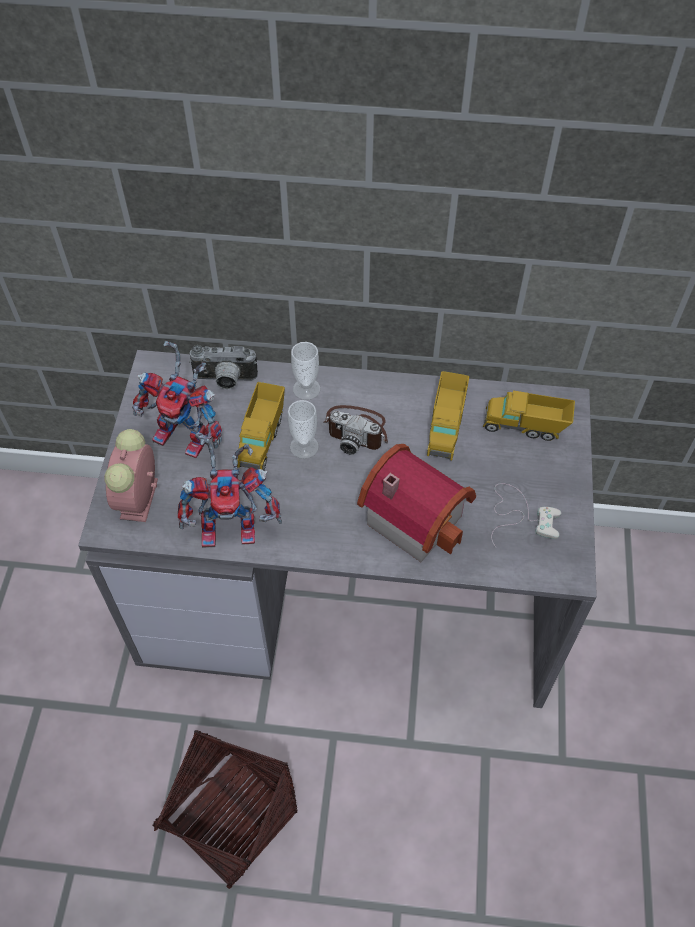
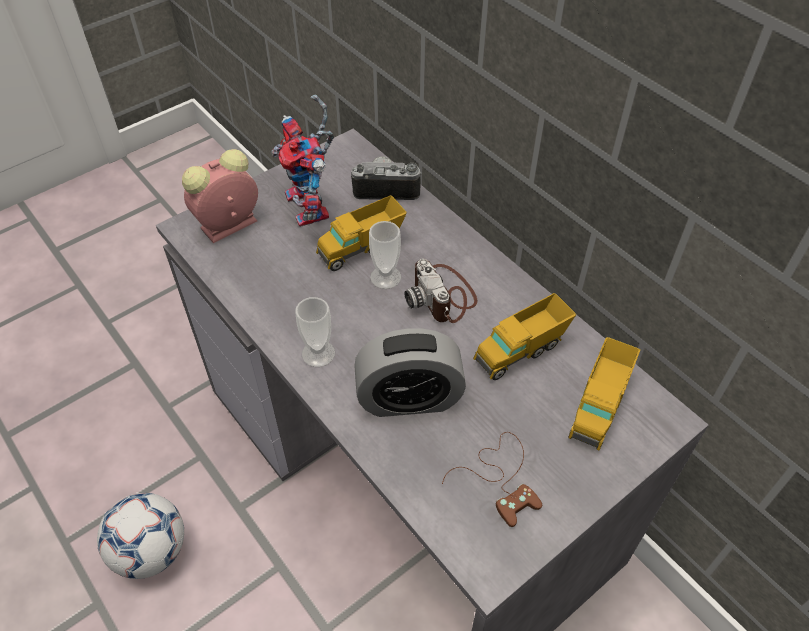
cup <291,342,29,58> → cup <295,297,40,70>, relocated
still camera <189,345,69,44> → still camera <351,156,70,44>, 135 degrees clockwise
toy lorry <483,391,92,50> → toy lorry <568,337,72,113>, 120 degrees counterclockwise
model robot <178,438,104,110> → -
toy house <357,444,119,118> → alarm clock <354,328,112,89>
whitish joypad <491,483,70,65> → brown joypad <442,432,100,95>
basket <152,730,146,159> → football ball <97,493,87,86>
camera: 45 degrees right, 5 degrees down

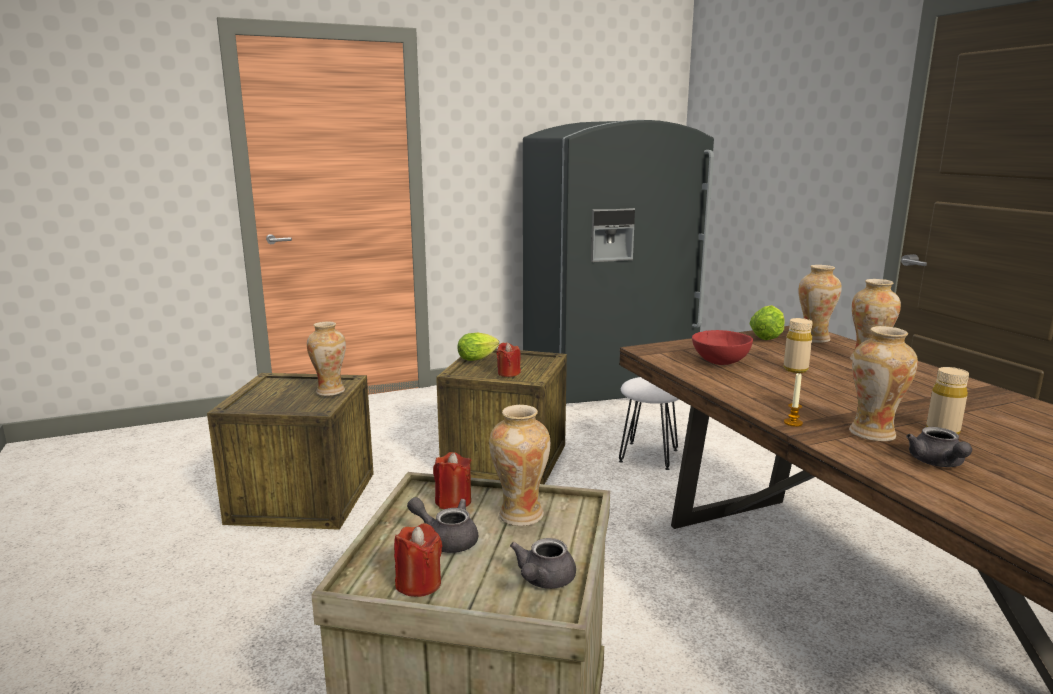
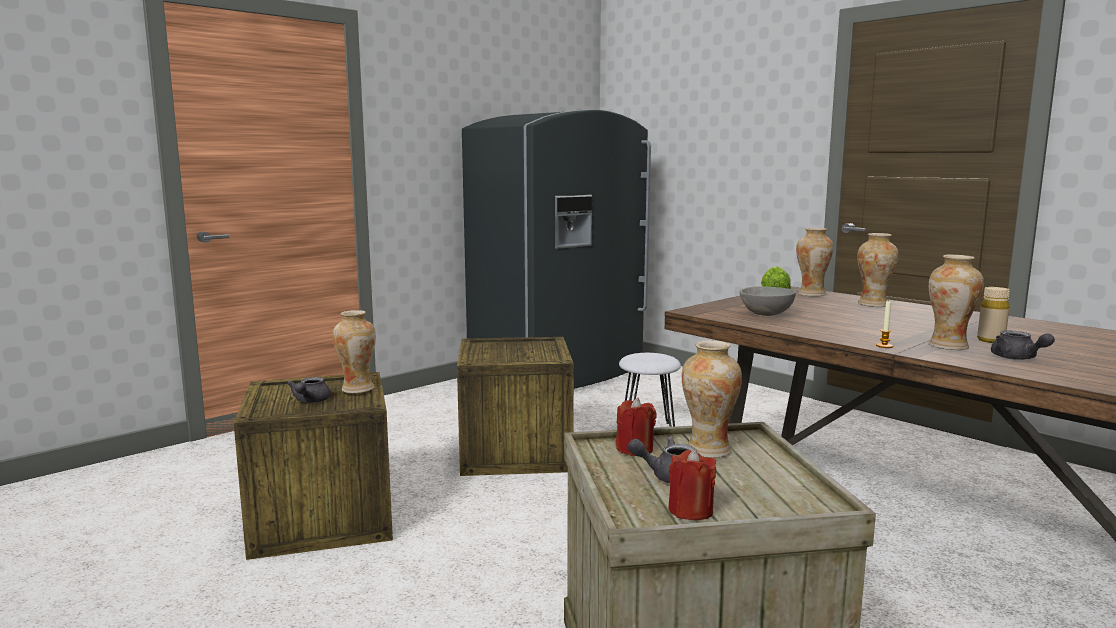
beige-coloured drink bottle <784,318,29,55> → -
red-coloured bowl <692,330,61,35> → greyish bowl <740,286,56,30>
lettuce <457,333,42,28> → -
red-coloured wax light <497,342,24,35> → -
greyish tea pot <510,538,66,51> → greyish tea pot <287,377,44,26>, relocated
camera: 20 degrees left, 5 degrees down

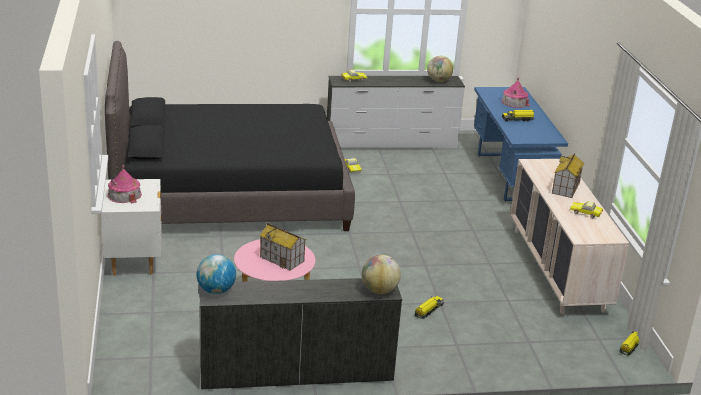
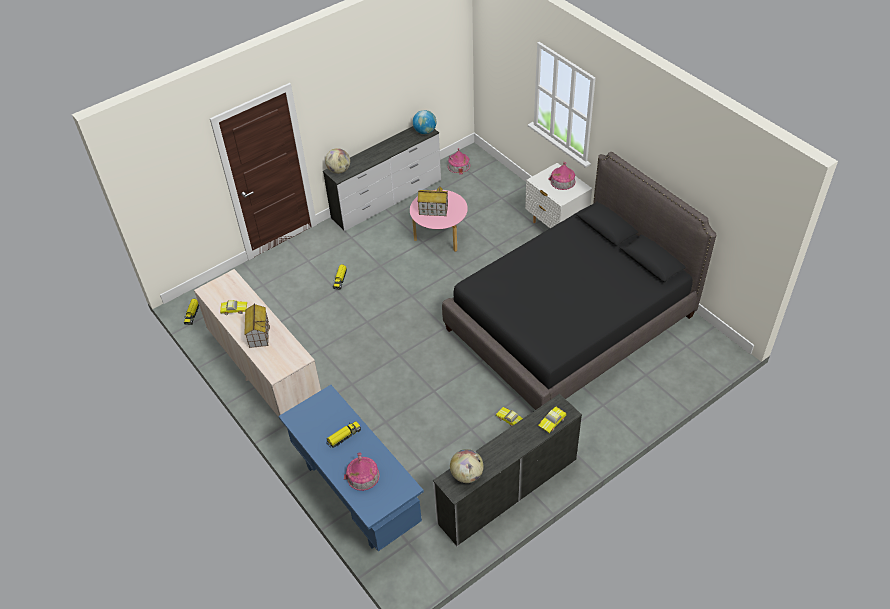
- → toy house <448,148,22,27>
camera: 155 degrees right, 20 degrees up

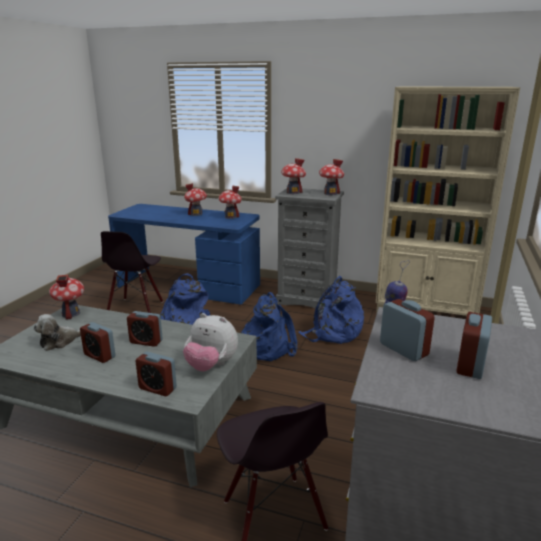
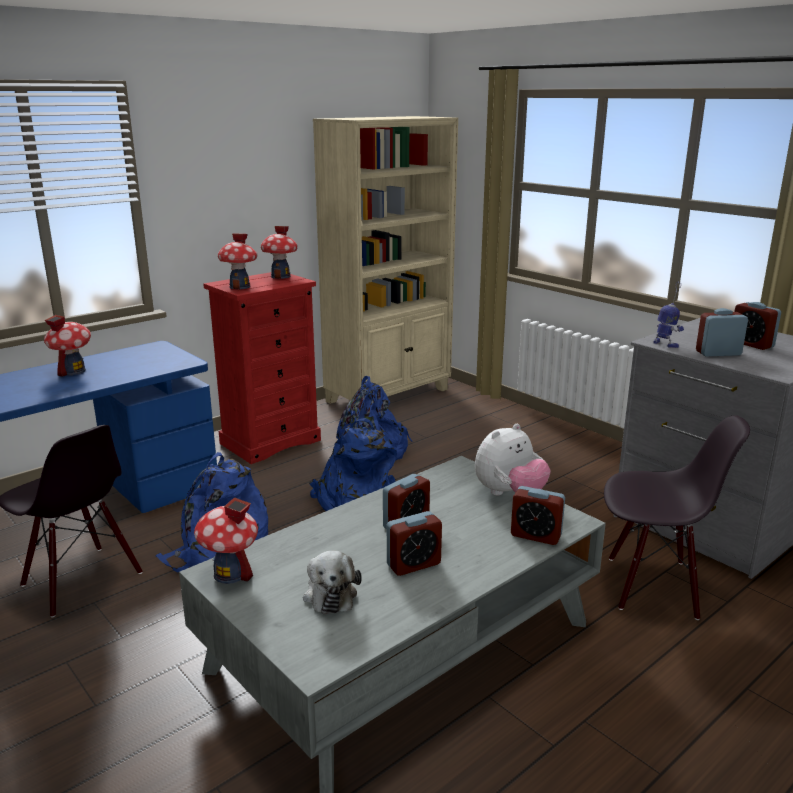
toy house <219,185,23,34> → -
greyish drawer chest <275,188,69,121> → red-coloured drawer chest <203,272,118,192>
alarm clock <136,352,41,44> → alarm clock <511,486,54,59>, 60 degrees clockwise
camera: 60 degrees left, 0 degrees up

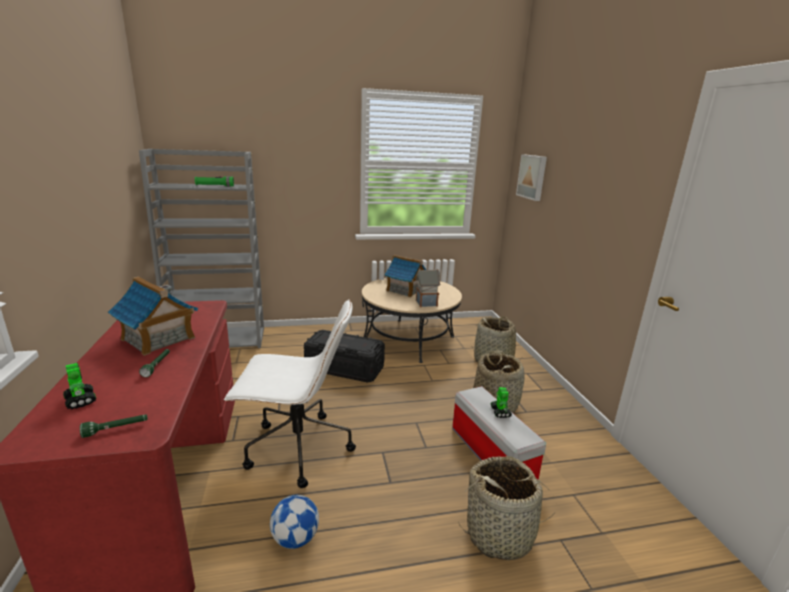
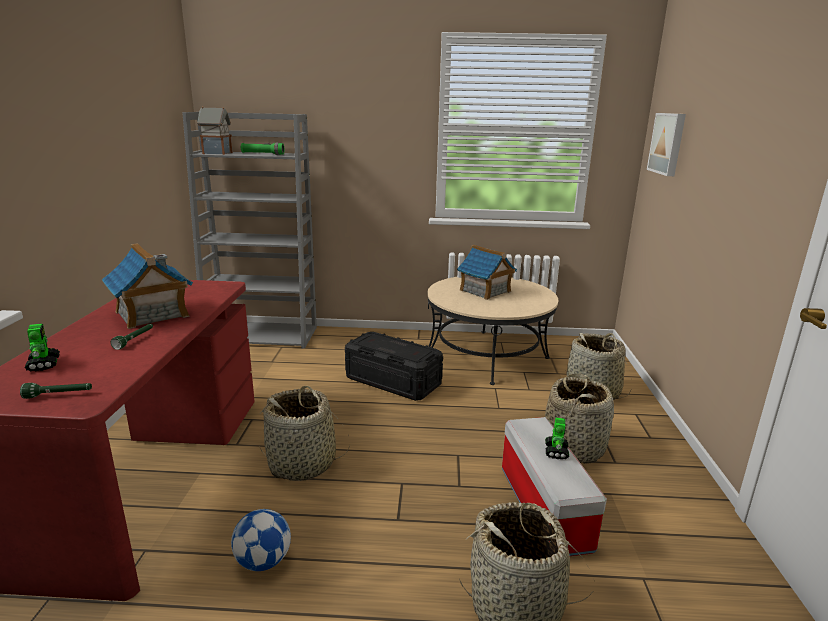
toy house <415,269,26,38> → toy house <197,106,36,49>, relocated
whitish office chair <224,300,132,188> → basket <259,386,91,95>
camera: 15 degrees right, 0 degrees up

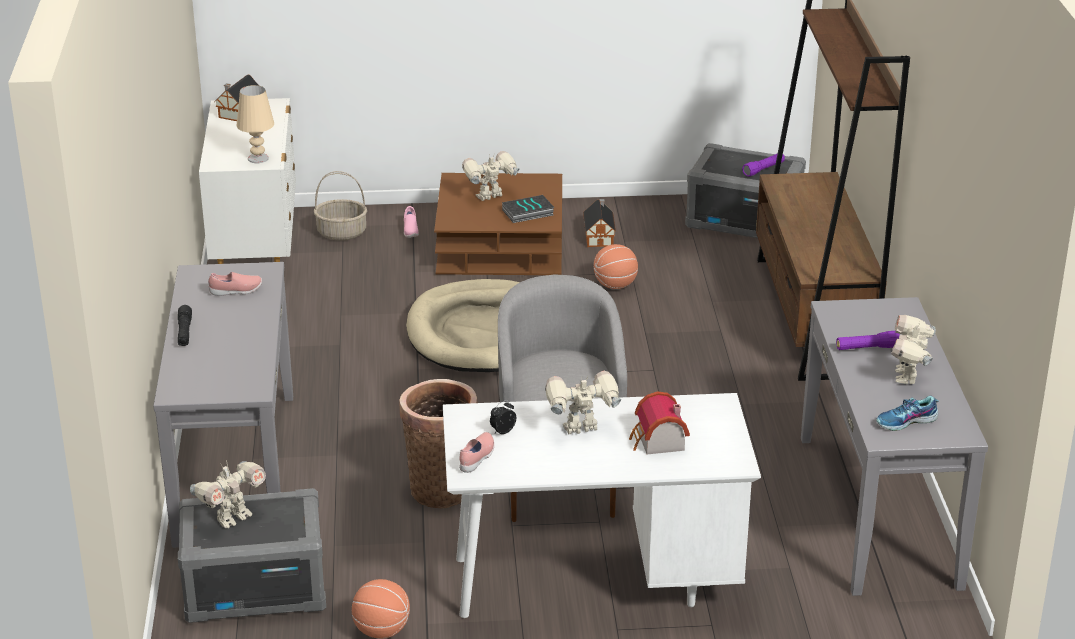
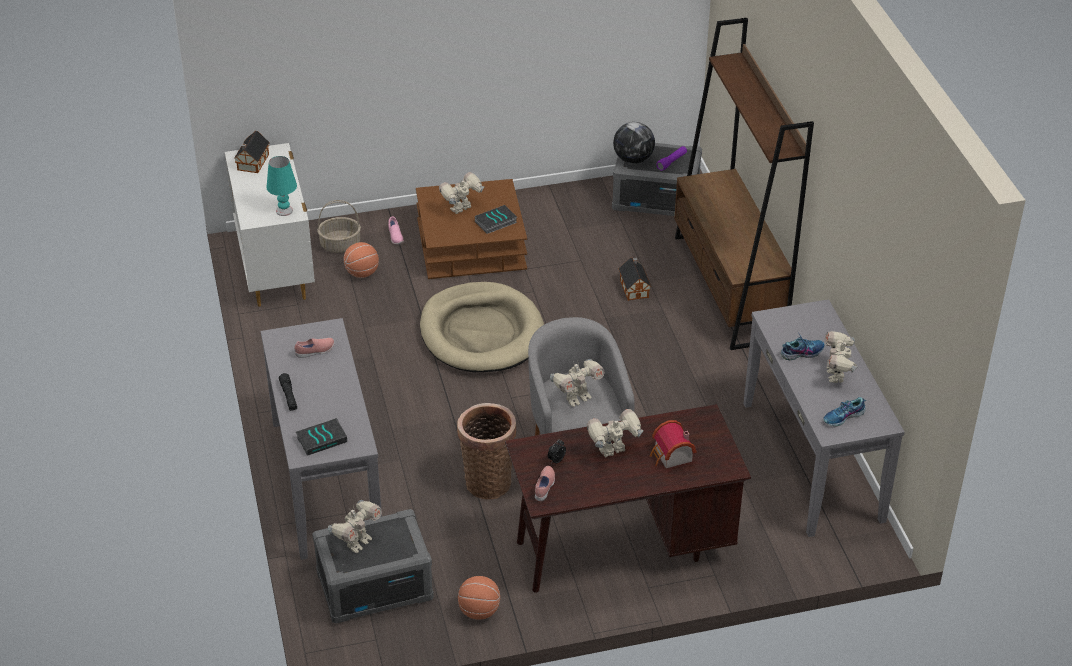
beige-coloured tabletop lamp <237,85,37,78> → blue-green tabletop lamp <266,156,31,60>
toy house <583,199,33,48> → toy house <618,257,33,44>, relocated
basketball <594,244,44,45> → basketball <344,242,35,36>, relocated
purple-coloured hand torch <836,331,64,19> → item of footwear <781,332,44,28>
whitish desk table <443,393,318,225> → brown desk table <505,404,246,189>
- → world globe <613,122,42,42>
- → model robot <550,359,55,48>
- → volume <296,418,51,38>
camera: 10 degrees left, 10 degrees up

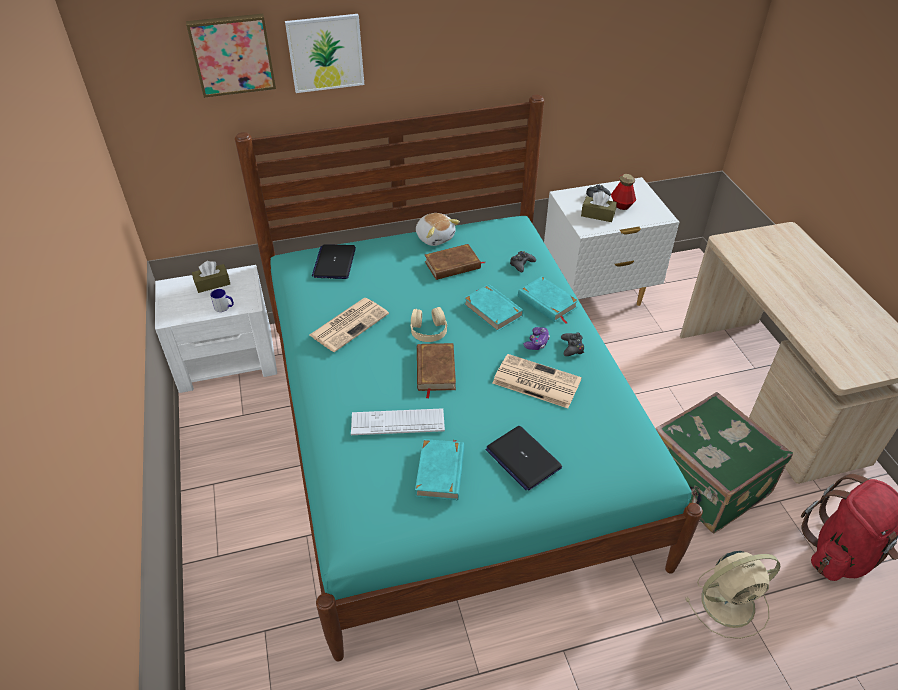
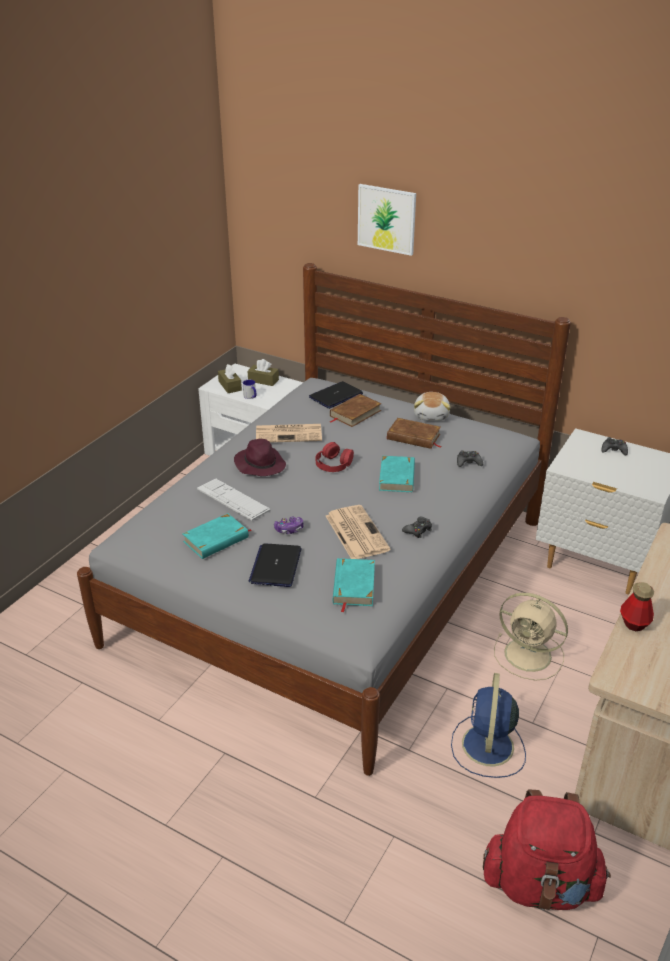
wall picture <186,14,90,84> → -
blue-green bed <235,94,468,568> → greyish bed <77,263,494,513>
drink bottle <611,174,25,36> → drink bottle <620,582,34,49>, relocated
brown tissue box <581,191,36,31> → brown tissue box <218,364,24,29>, relocated
blue-green volume <518,276,61,48> → blue-green volume <333,558,42,55>, relocated
beige-coloured headphones <410,307,37,35> → red-coloured headphones <315,442,39,30>
joypad <524,327,26,23> → joypad <274,516,29,18>, relocated
brown volume <417,343,39,56> → brown volume <330,394,52,33>, relocated
green piece of luggage <655,392,138,141> → bluish cooling fan <451,673,75,105>
beige-coloured cooling fan <685,551,95,88> → beige-coloured cooling fan <494,593,74,88>, relocated
- → purple-coloured clothing hat <234,439,52,37>
camera: 45 degrees right, 10 degrees down

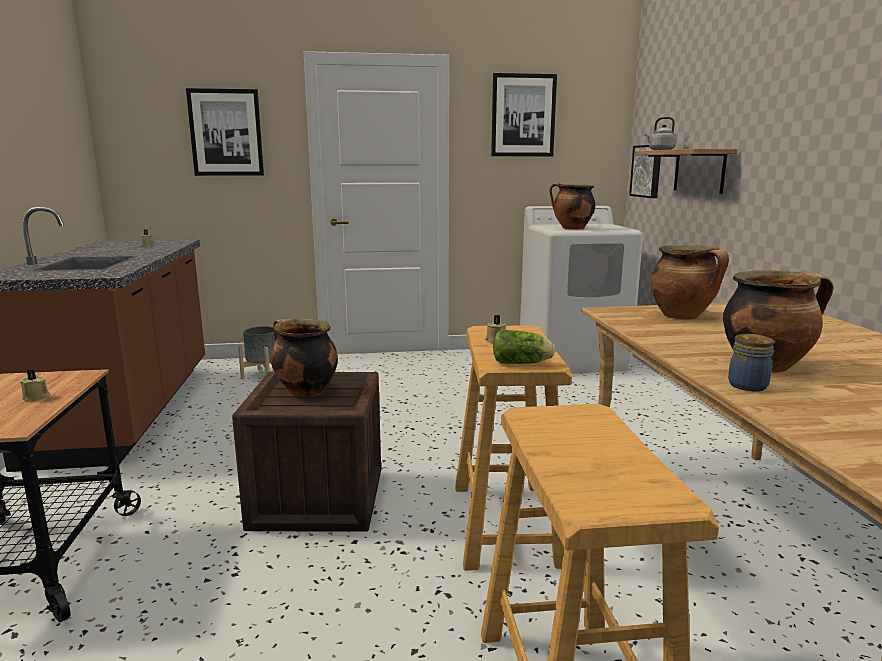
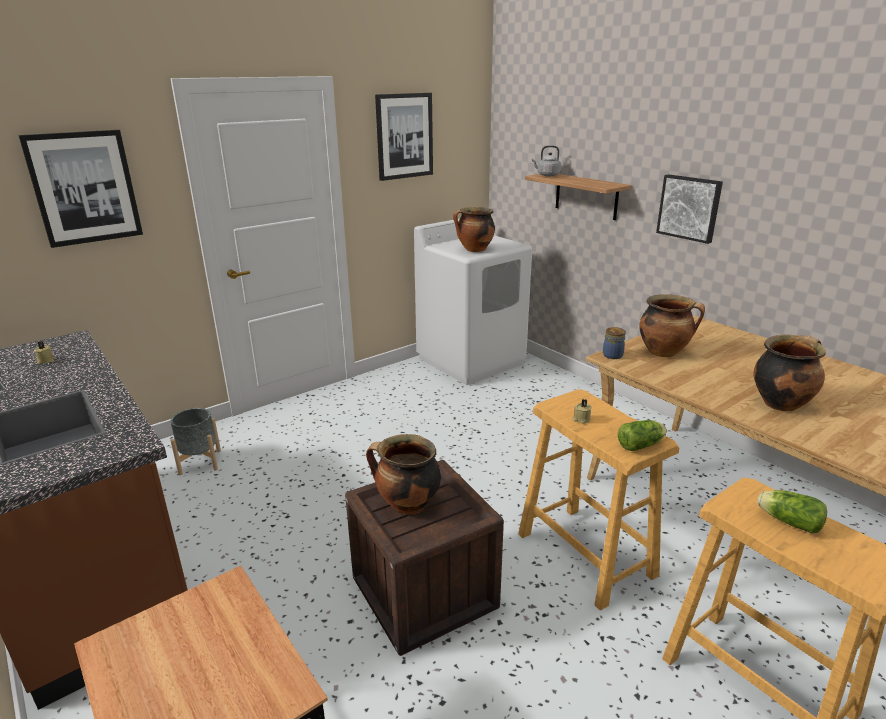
wall picture <629,145,32,53> → wall picture <656,174,67,70>, relocated
preserve jar <728,334,47,57> → preserve jar <603,327,23,32>, relocated
beige-coloured wax light <20,369,31,33> → -
- → lettuce <757,490,70,43>
camera: 30 degrees left, 10 degrees up

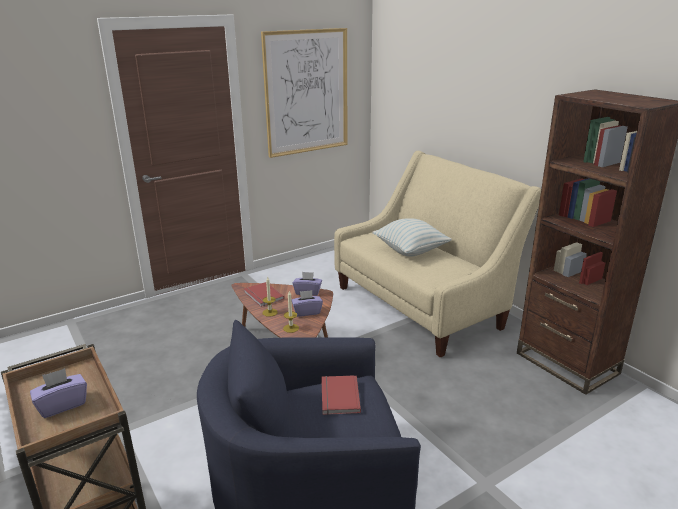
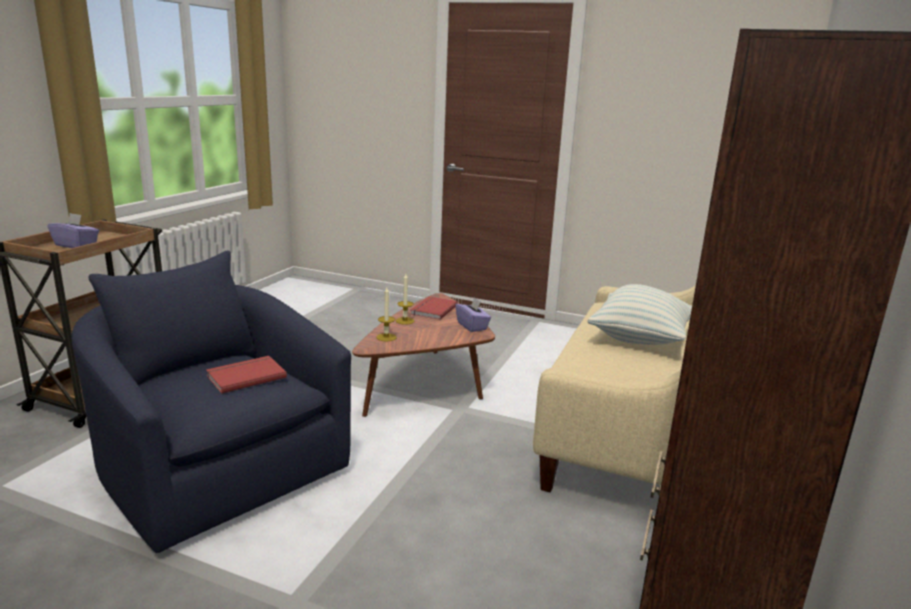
wall picture <261,28,86,130> → -
purple-coloured tissue box <291,290,32,27> → -
camera: 55 degrees right, 5 degrees down

